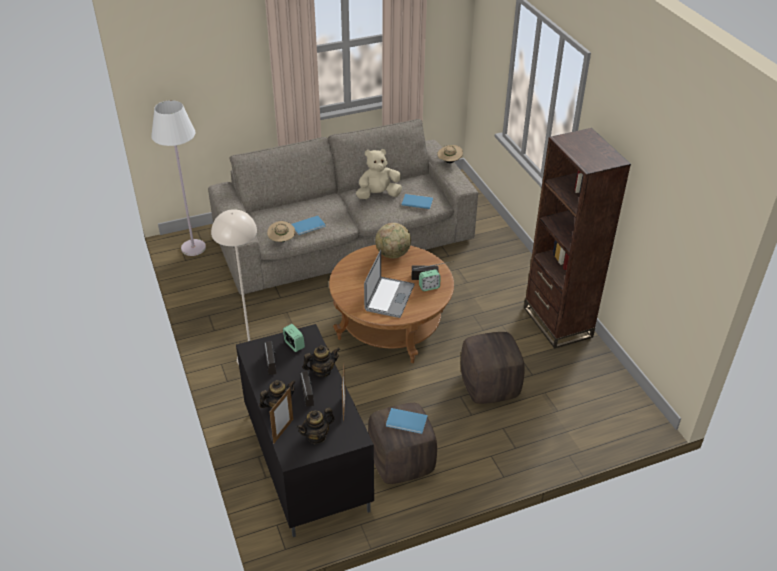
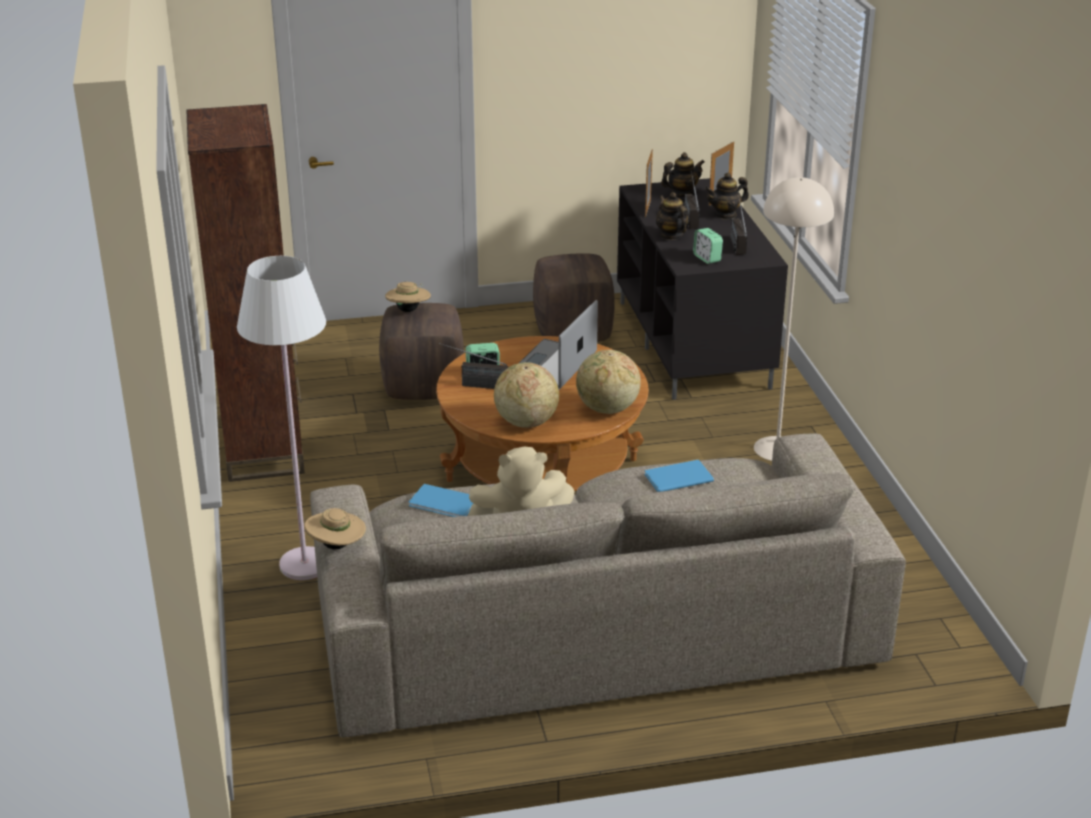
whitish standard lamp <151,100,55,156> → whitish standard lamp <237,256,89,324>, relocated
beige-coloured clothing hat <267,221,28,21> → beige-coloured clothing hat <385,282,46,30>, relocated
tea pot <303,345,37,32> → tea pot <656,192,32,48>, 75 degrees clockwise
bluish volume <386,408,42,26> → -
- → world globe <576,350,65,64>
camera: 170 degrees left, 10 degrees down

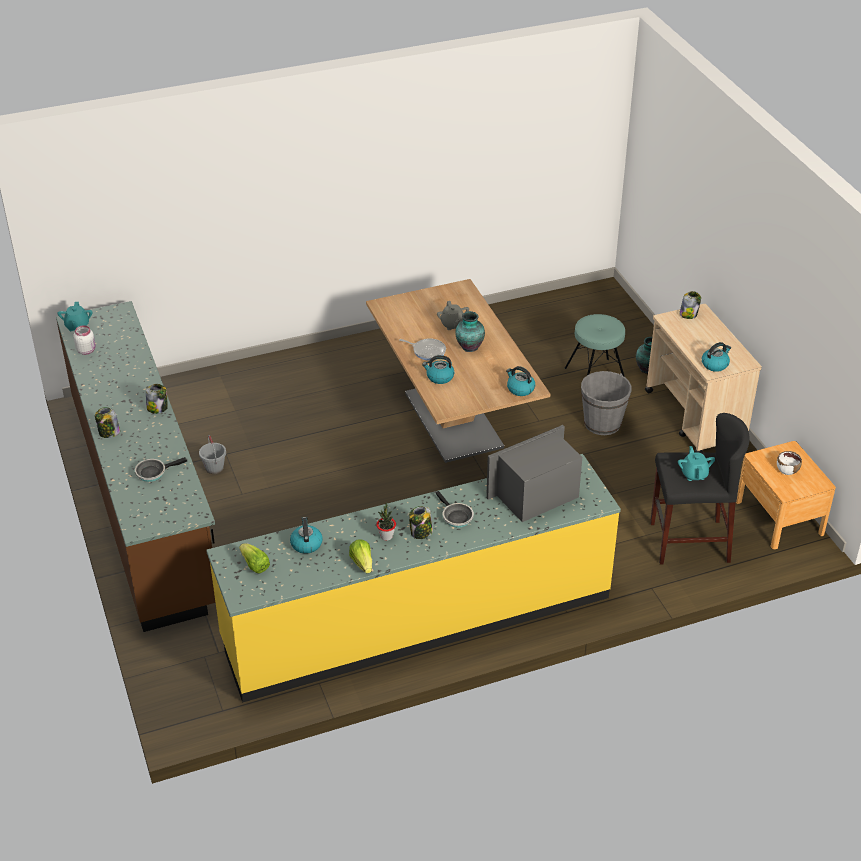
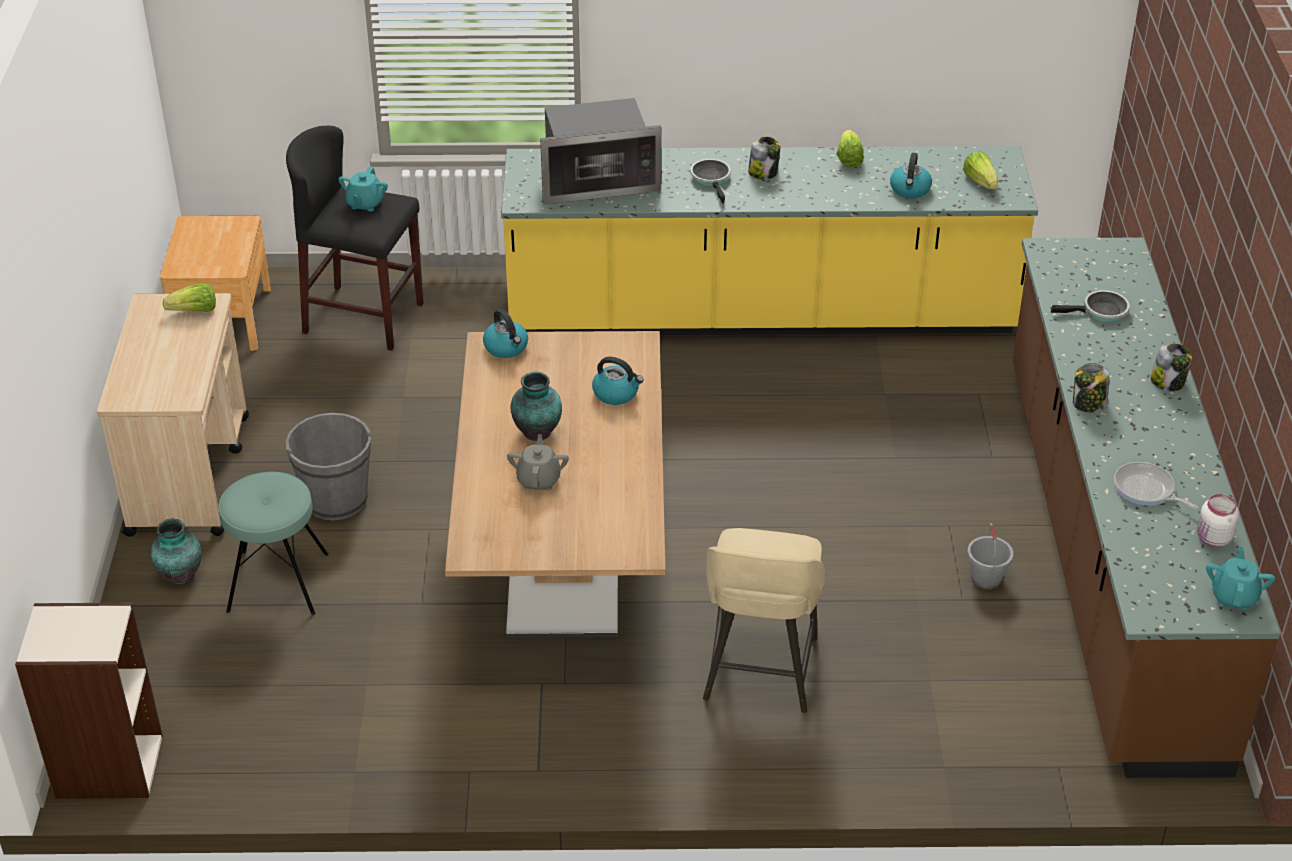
preserve jar <679,291,22,28> → -
skillet <399,338,47,23> → skillet <1114,462,84,47>, relocated
water kettle <702,342,29,30> → lettuce <163,283,53,29>
whitish bowl <777,451,25,24> → -
potted plant <376,502,20,39> → -
- → beige-coloured sitting stool <703,528,122,185>
- → bookcase <15,603,148,196>
camera: 160 degrees left, 0 degrees up

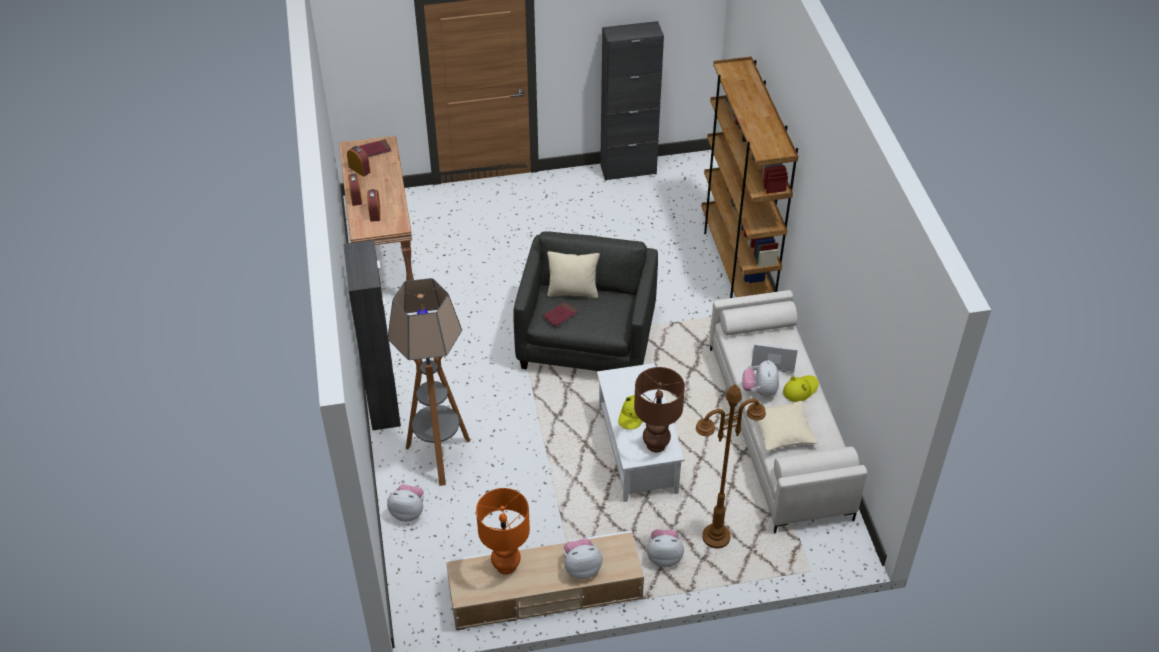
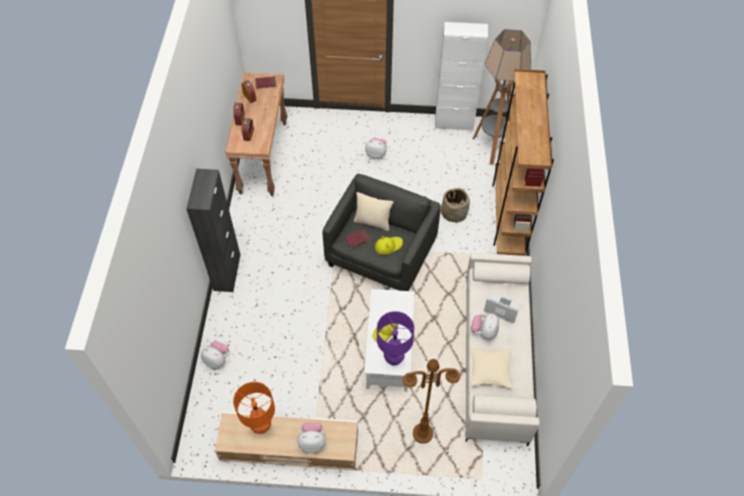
blackish cabinet <600,21,64,160> → whitish cabinet <435,22,53,109>
standard lamp <388,278,82,208> → standard lamp <473,29,58,136>, relocated
brown tabletop lamp <634,367,51,85> → purple-coloured tabletop lamp <377,311,37,55>
yellow clothing hat <783,375,36,27> → yellow clothing hat <375,236,28,19>, relocated
cuddly toy <647,529,37,38> → cuddly toy <365,137,22,22>, relocated
- → basket <441,187,29,37>
camera: 15 degrees right, 10 degrees up

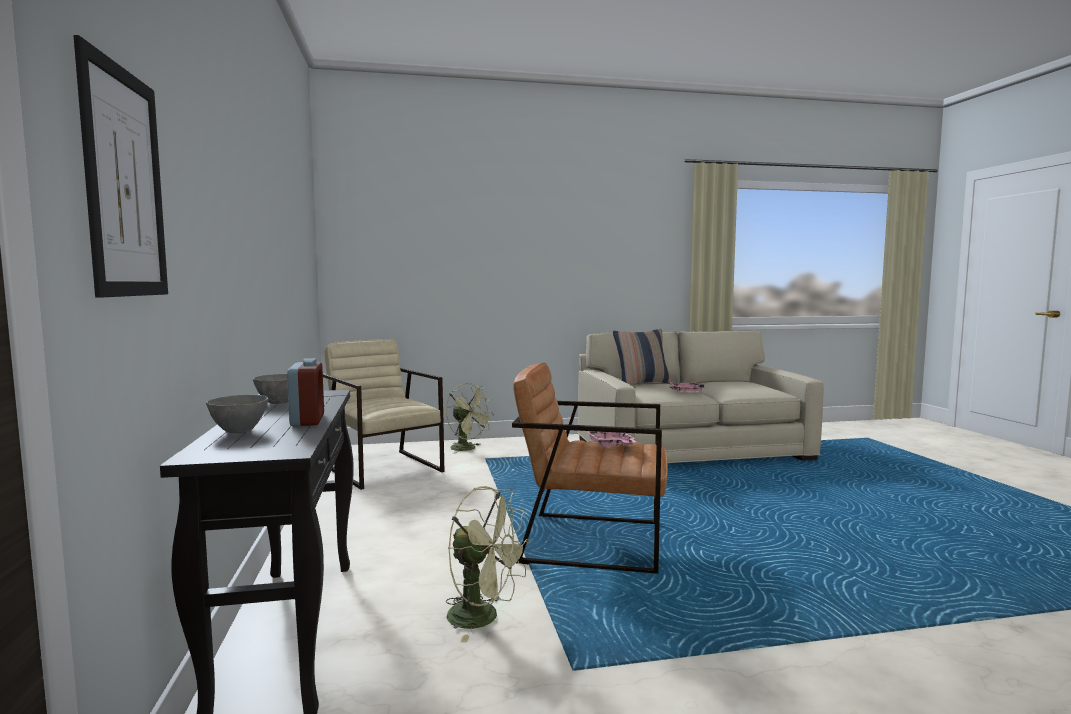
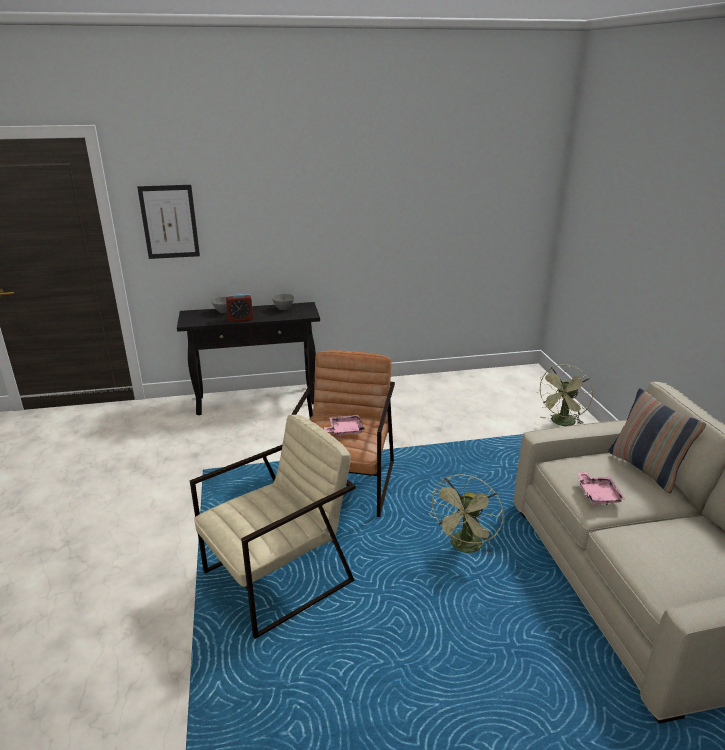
beige-coloured easy chair <323,339,121,151> → beige-coloured easy chair <190,415,166,224>, relocated
green cooling fan <445,486,86,156> → green cooling fan <430,474,74,79>, relocated
camera: 90 degrees right, 20 degrees up

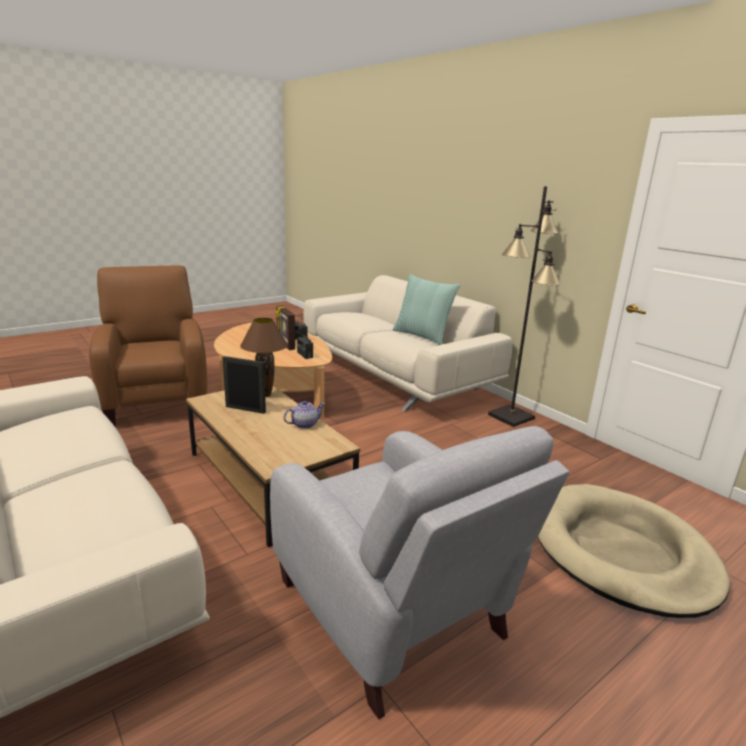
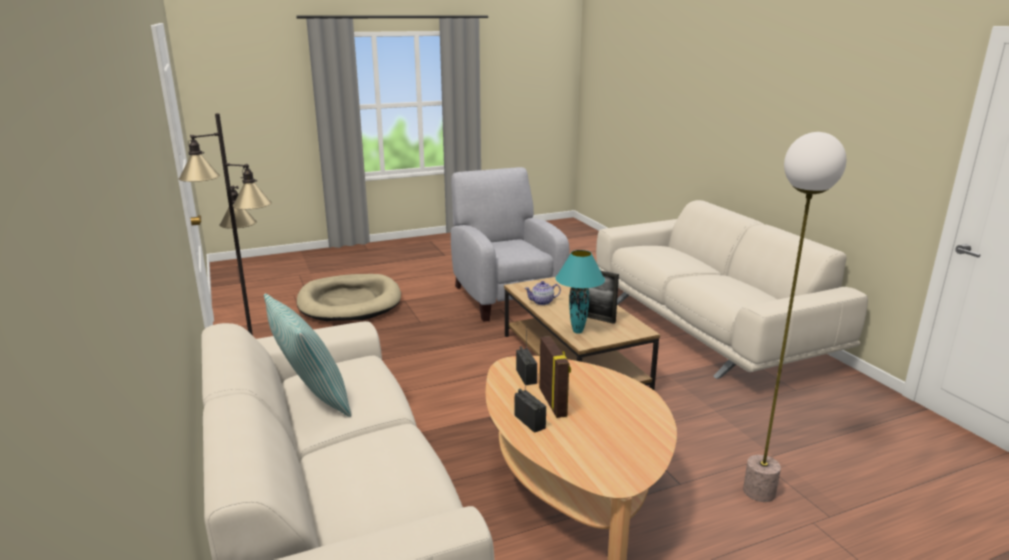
brown easy chair <89,265,118,161> → standard lamp <743,132,103,370>
brown tabletop lamp <240,318,48,79> → blue-green tabletop lamp <555,250,50,84>
camera: 165 degrees left, 0 degrees up

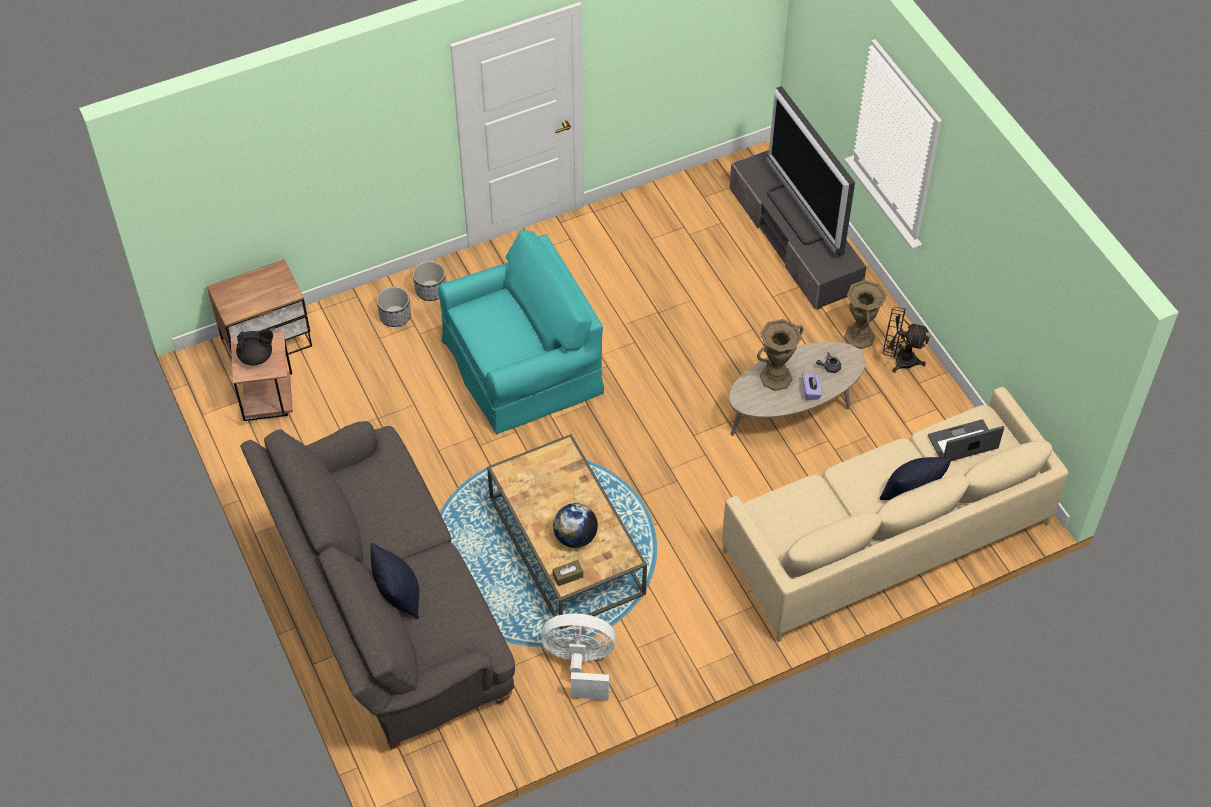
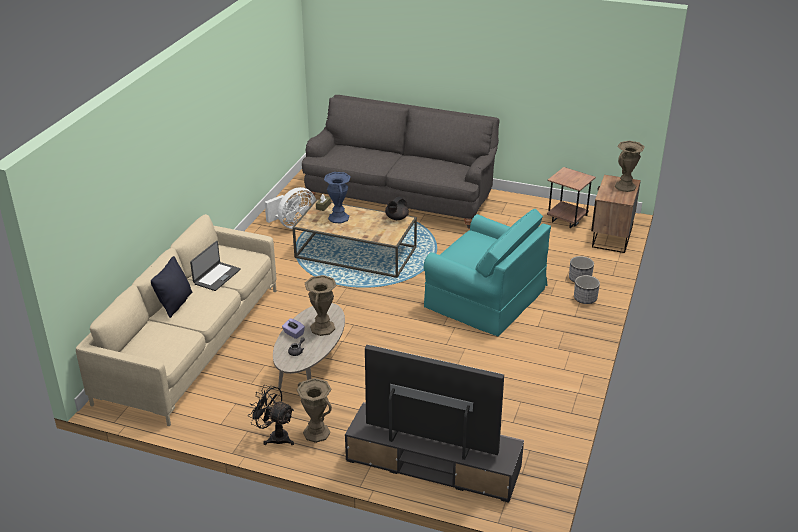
blue-green easy chair <438,230,166,204> → blue-green easy chair <424,209,127,127>, 75 degrees counterclockwise
blackish cooling fan <883,307,47,65> → blackish cooling fan <248,385,46,60>, 120 degrees counterclockwise
blackish tea pot <236,329,37,37> → blackish tea pot <385,196,24,24>, relocated
notebook computer <928,419,76,42> → notebook computer <190,241,51,50>, relocated
world globe <553,503,45,45> → bluish flower vase <324,172,27,52>
blackish throw pillow <371,543,48,76> → -
- → brown flower vase <615,141,30,51>
camera: 135 degrees right, 20 degrees down

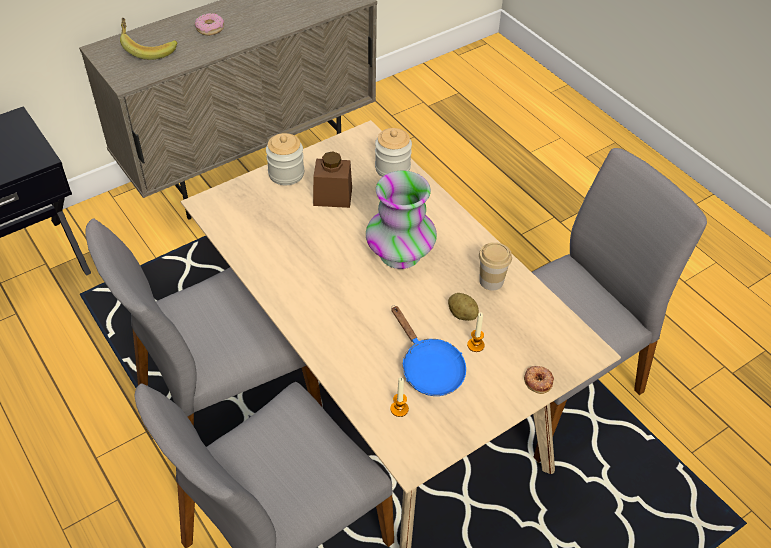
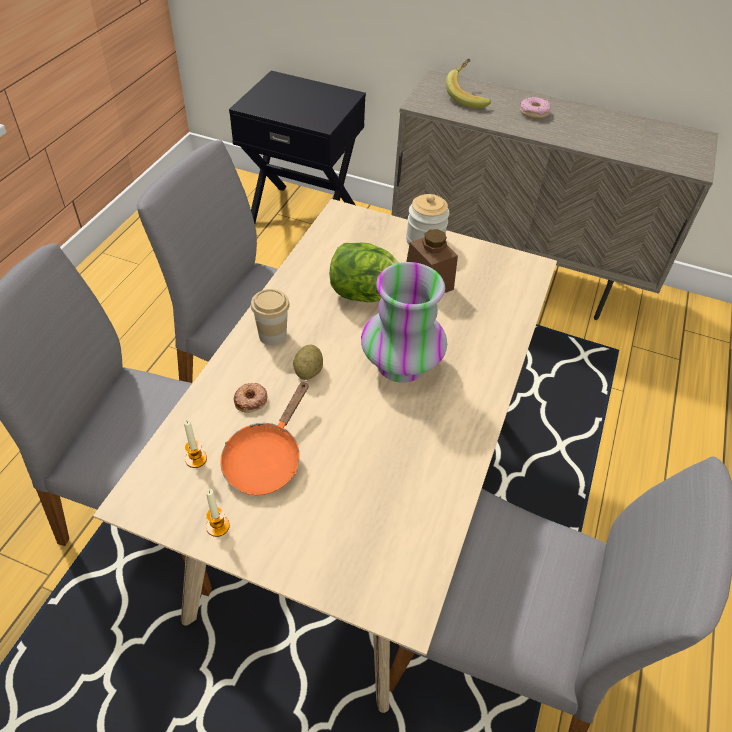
preserve jar <375,128,37,49> → -
cup <479,242,33,49> → cup <251,289,39,56>, relocated
potato <448,293,31,28> → potato <293,345,30,35>, relocated
bluish skillet <391,305,75,91> → orangey skillet <220,381,89,114>
wax light <467,313,18,39> → wax light <206,489,24,48>, relocated
donut <524,366,30,28> → donut <234,383,33,30>, relocated
- → lettuce <330,243,69,59>
camera: 55 degrees right, 0 degrees up

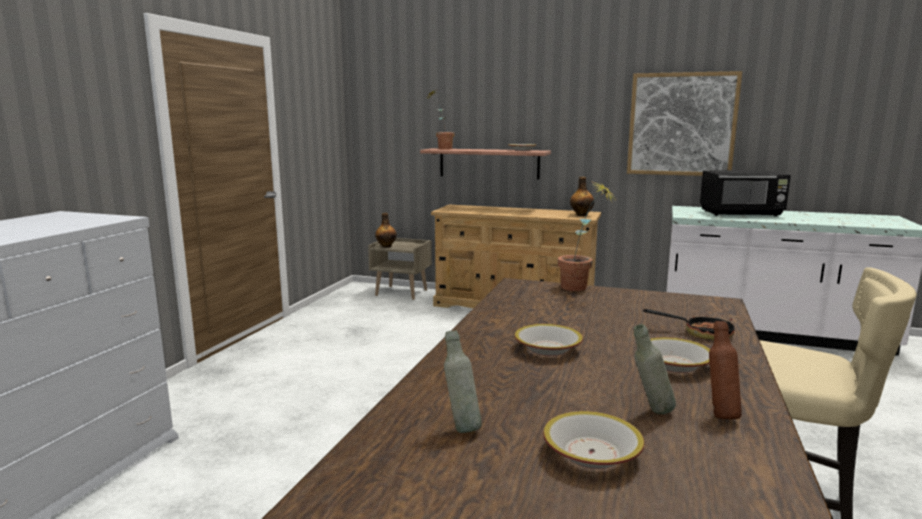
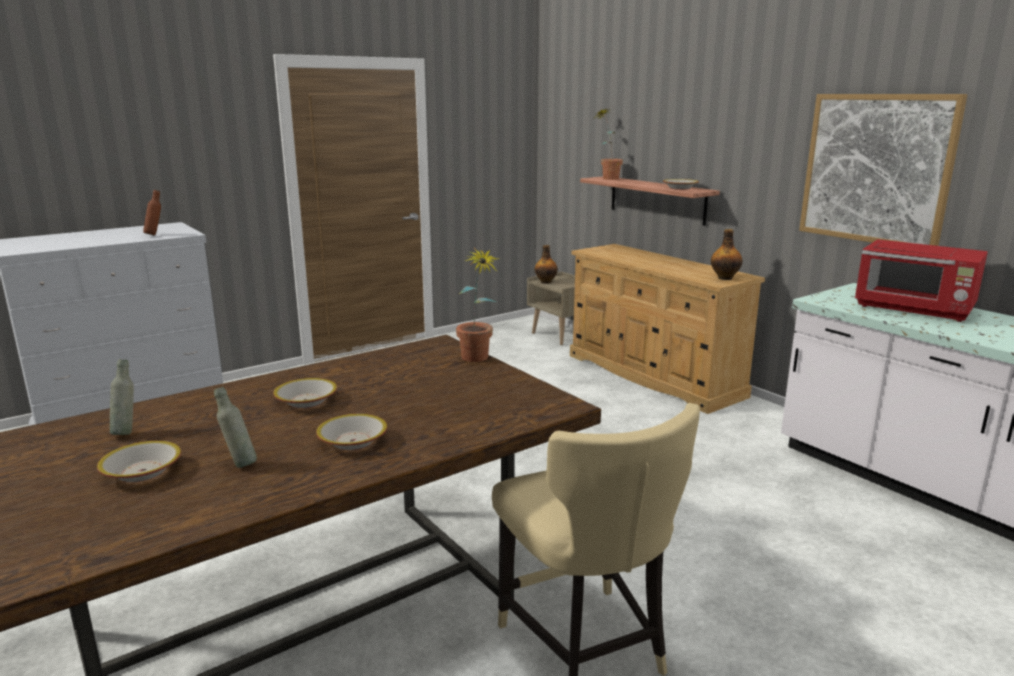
blackish microwave oven <700,170,91,46> → red-coloured microwave oven <855,239,133,83>
skillet <643,309,92,31> → -
brown drink bottle <709,321,33,98> → brown drink bottle <143,190,18,45>, relocated
camera: 35 degrees right, 5 degrees up

